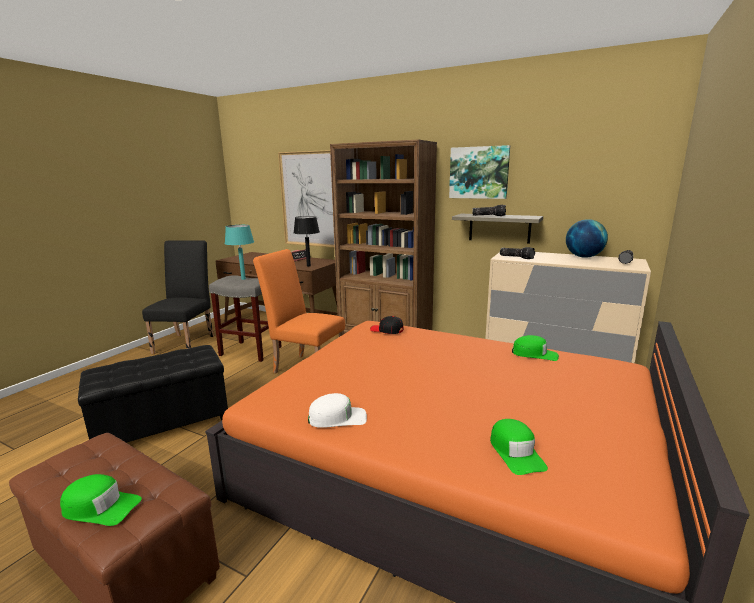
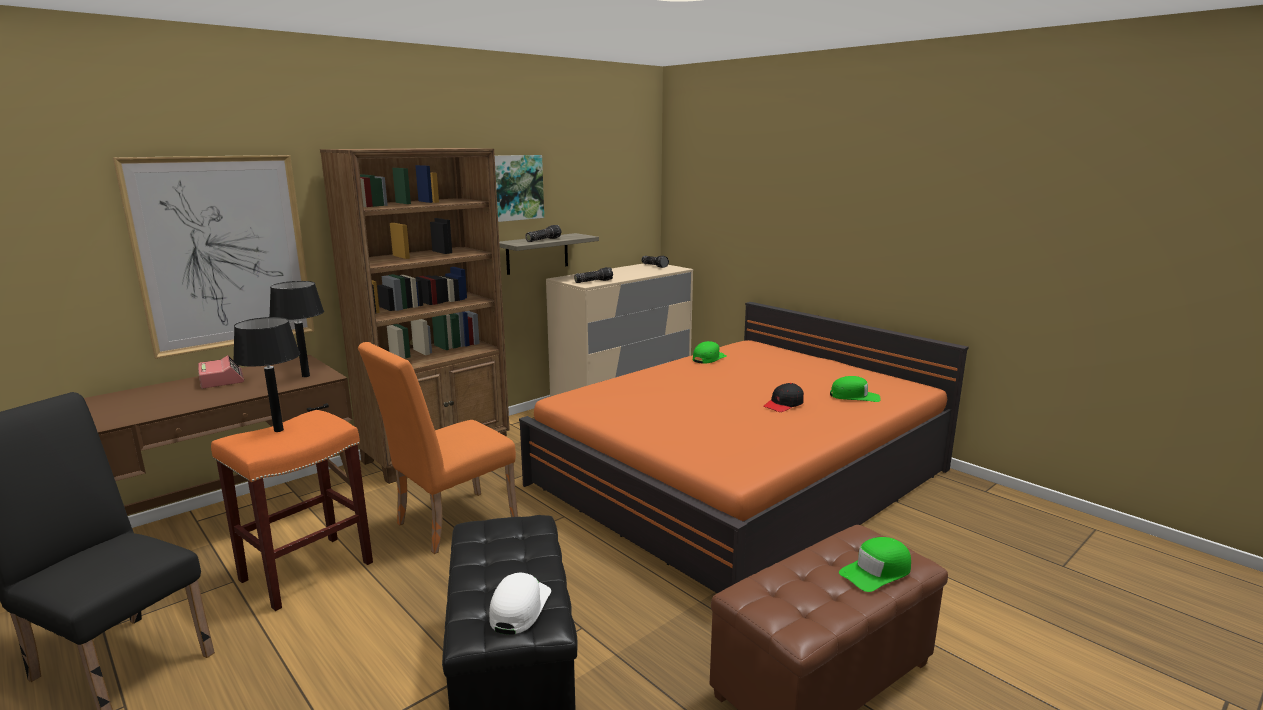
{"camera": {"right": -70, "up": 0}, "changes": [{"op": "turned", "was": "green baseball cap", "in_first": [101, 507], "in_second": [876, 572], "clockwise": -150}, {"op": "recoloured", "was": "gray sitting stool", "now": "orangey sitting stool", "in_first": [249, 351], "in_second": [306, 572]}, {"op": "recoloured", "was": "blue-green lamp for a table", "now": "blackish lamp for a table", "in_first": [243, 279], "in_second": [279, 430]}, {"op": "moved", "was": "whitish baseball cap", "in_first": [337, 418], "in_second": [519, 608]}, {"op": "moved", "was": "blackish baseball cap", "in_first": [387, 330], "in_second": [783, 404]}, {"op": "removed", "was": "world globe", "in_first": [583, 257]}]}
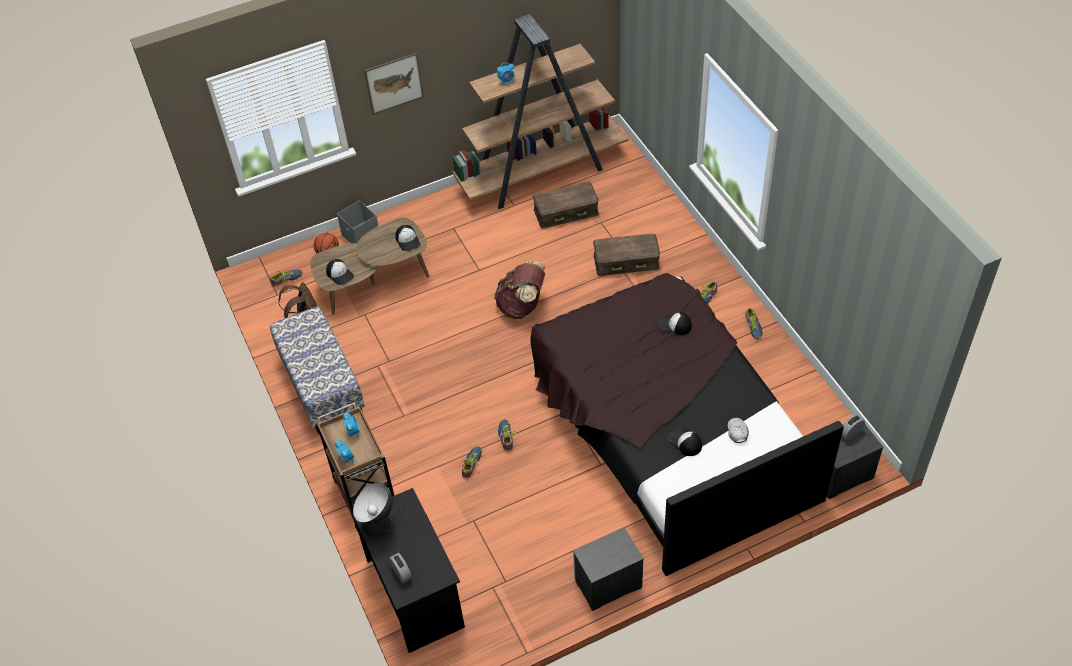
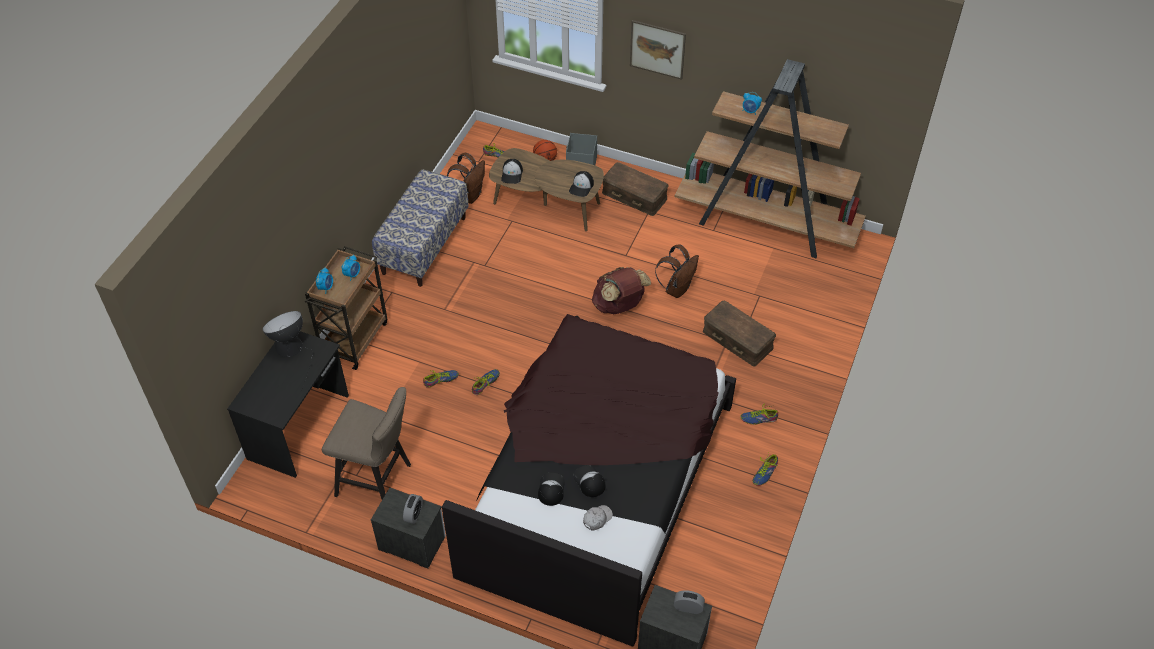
{"camera": {"right": 45, "up": 0}, "changes": [{"op": "moved", "was": "bedside clock", "in_first": [402, 573], "in_second": [414, 514]}, {"op": "moved", "was": "brownish storage container", "in_first": [565, 211], "in_second": [635, 195]}, {"op": "moved", "was": "baseball cap", "in_first": [674, 325], "in_second": [589, 481]}, {"op": "added", "now": "sand-coloured sitting stool", "in_second": [378, 480]}, {"op": "added", "now": "brownish rucksack", "in_second": [677, 288]}]}
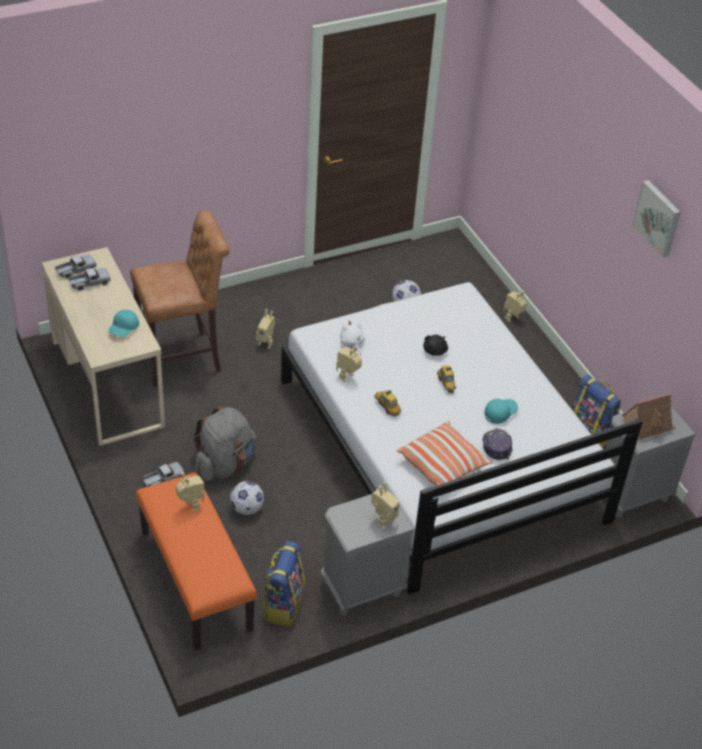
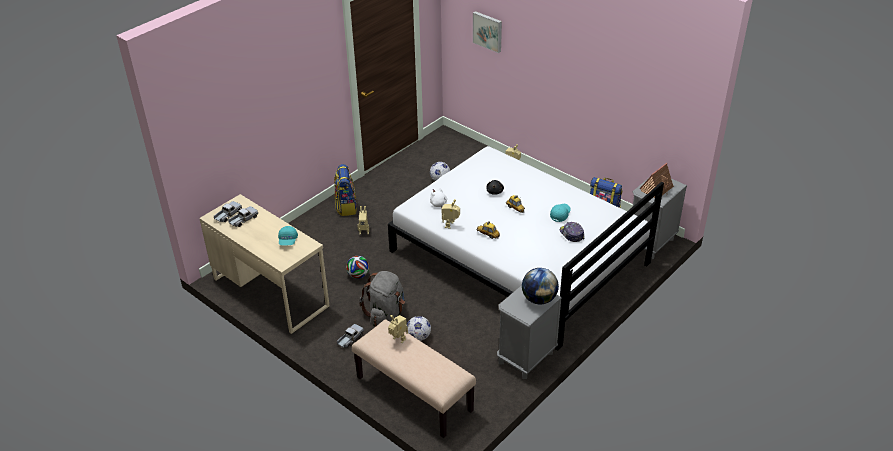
{"camera": {"right": -20, "up": -5}, "changes": [{"op": "removed", "was": "brownish sitting stool", "in_first": [184, 358]}, {"op": "recoloured", "was": "orangey indoor bench", "now": "sand-coloured indoor bench", "in_first": [194, 580], "in_second": [413, 394]}, {"op": "moved", "was": "rucksack", "in_first": [282, 604], "in_second": [346, 206]}, {"op": "replaced", "was": "model robot", "now": "world globe", "in_first": [383, 520], "in_second": [539, 299]}, {"op": "removed", "was": "pillow", "in_first": [443, 465]}, {"op": "moved", "was": "wall picture", "in_first": [658, 218], "in_second": [488, 31]}, {"op": "added", "now": "football ball", "in_second": [358, 275]}]}
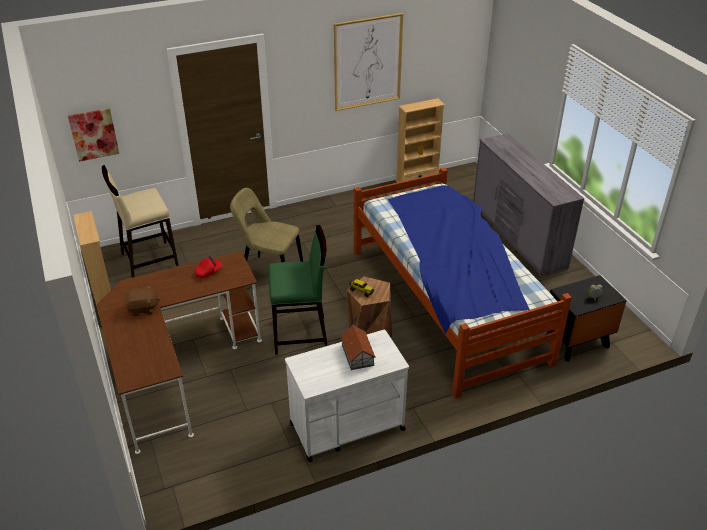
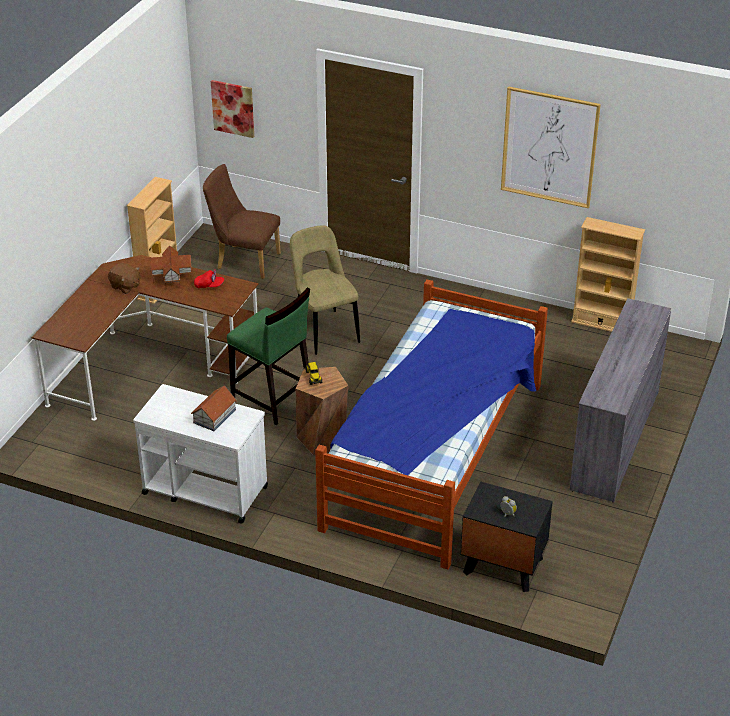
{"camera": {"right": 45, "up": 0}, "changes": [{"op": "replaced", "was": "sand-coloured sitting stool", "now": "brownish plain chair", "in_first": [148, 259], "in_second": [243, 261]}, {"op": "added", "now": "miniature house", "in_second": [171, 277]}]}
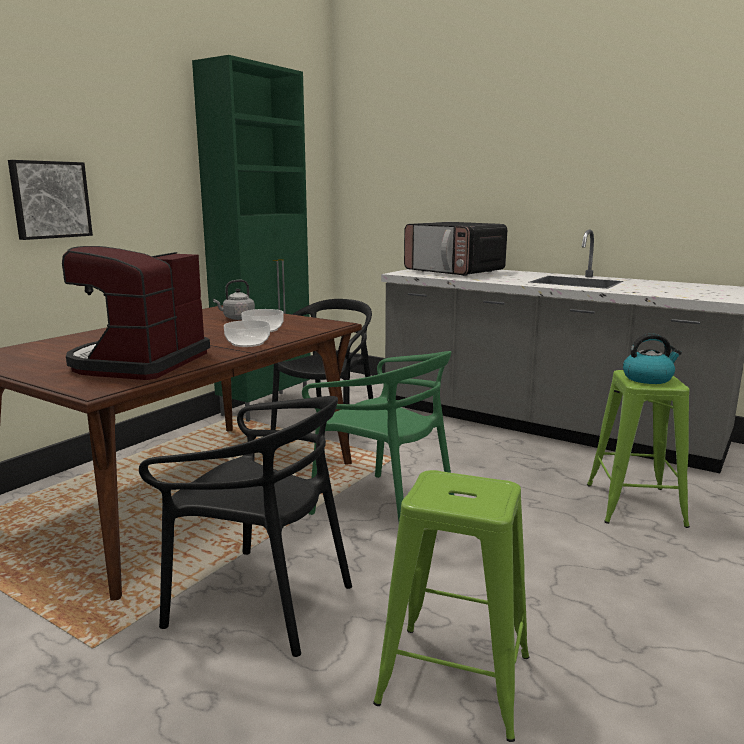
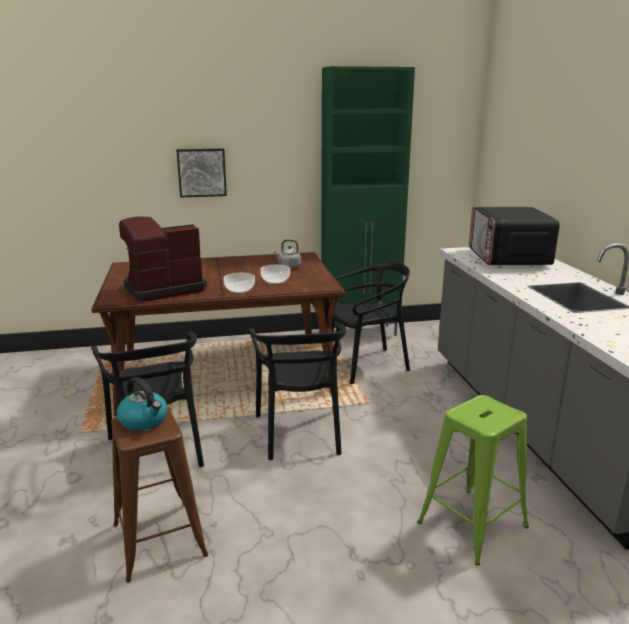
{"camera": {"right": 45, "up": 5}, "changes": [{"op": "recoloured", "was": "green plain chair", "now": "blackish plain chair", "in_first": [384, 508], "in_second": [300, 433]}, {"op": "recoloured", "was": "green sitting stool", "now": "brownish sitting stool", "in_first": [456, 680], "in_second": [159, 540]}, {"op": "moved", "was": "water kettle", "in_first": [648, 378], "in_second": [144, 421]}]}
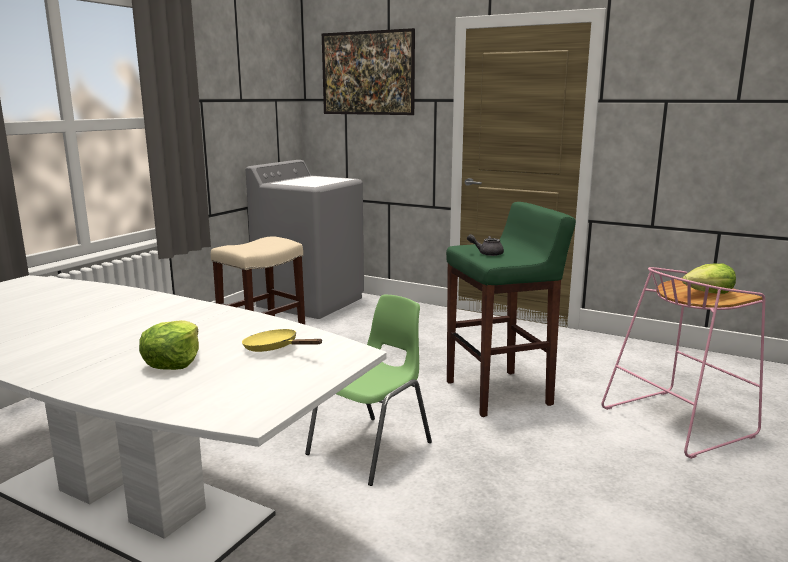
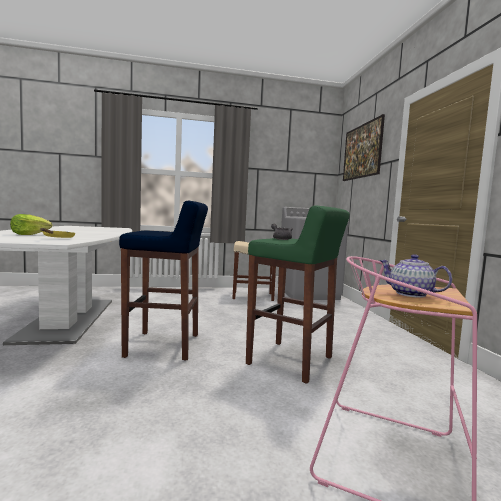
{"camera": {"right": 50, "up": -10}, "changes": [{"op": "replaced", "was": "green plain chair", "now": "blue sitting stool", "in_first": [372, 448], "in_second": [164, 346]}, {"op": "replaced", "was": "lettuce", "now": "teapot", "in_first": [708, 293], "in_second": [411, 294]}]}
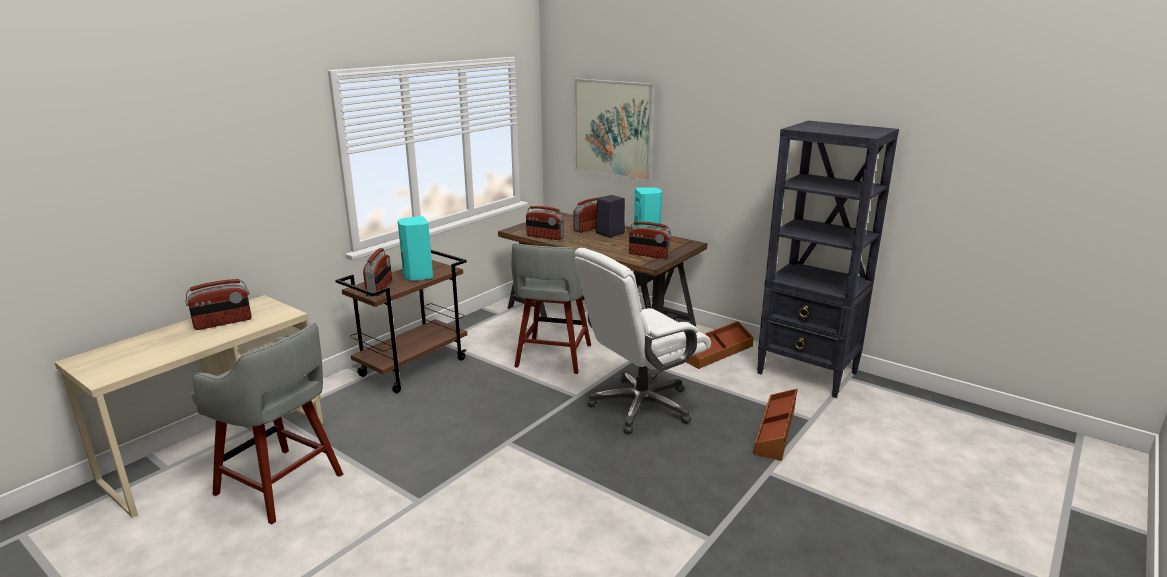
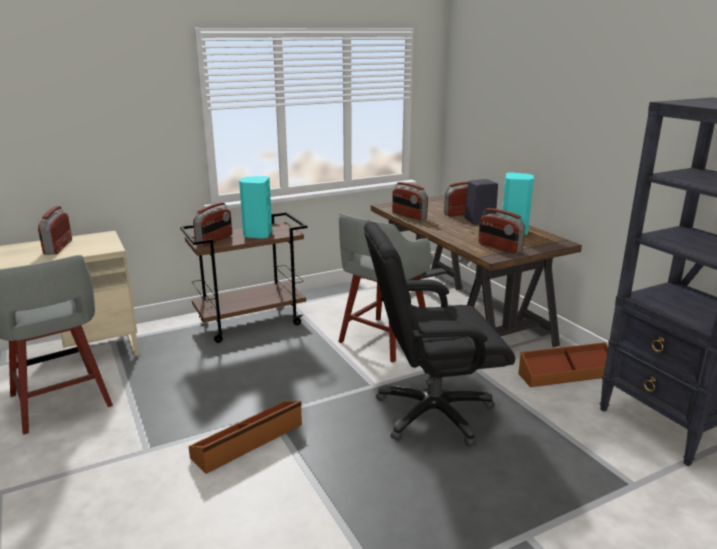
{"camera": {"right": 25, "up": 0}, "changes": [{"op": "turned", "was": "radio receiver", "in_first": [223, 323], "in_second": [57, 247], "clockwise": 90}, {"op": "removed", "was": "wall picture", "in_first": [613, 129]}, {"op": "recoloured", "was": "whitish computer chair", "now": "blackish computer chair", "in_first": [640, 406], "in_second": [432, 413]}, {"op": "moved", "was": "brownish storage container", "in_first": [776, 431], "in_second": [249, 441]}]}
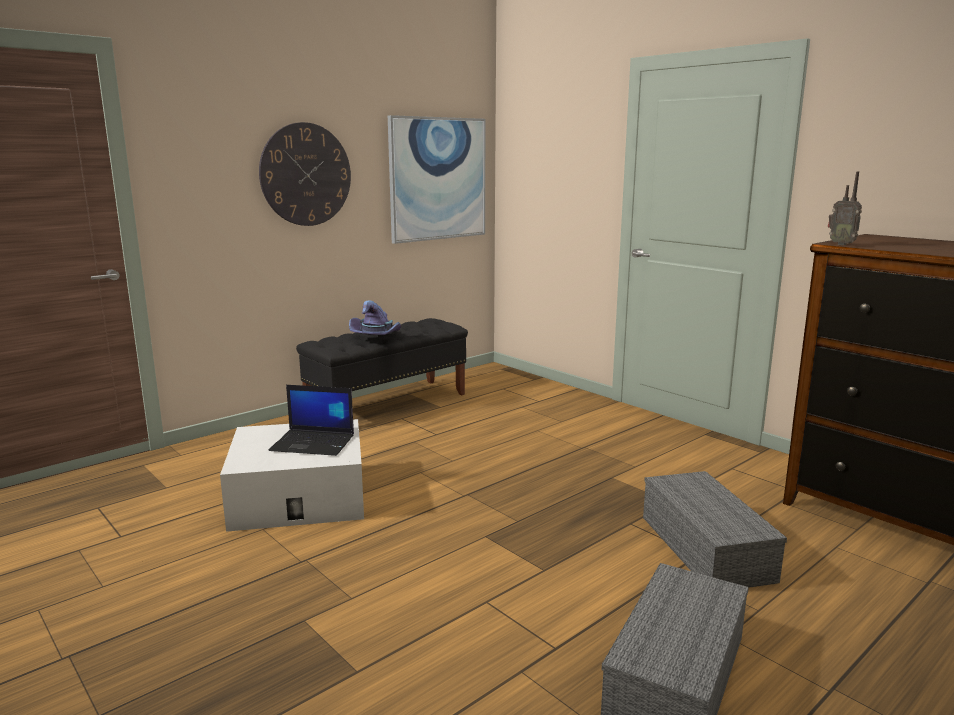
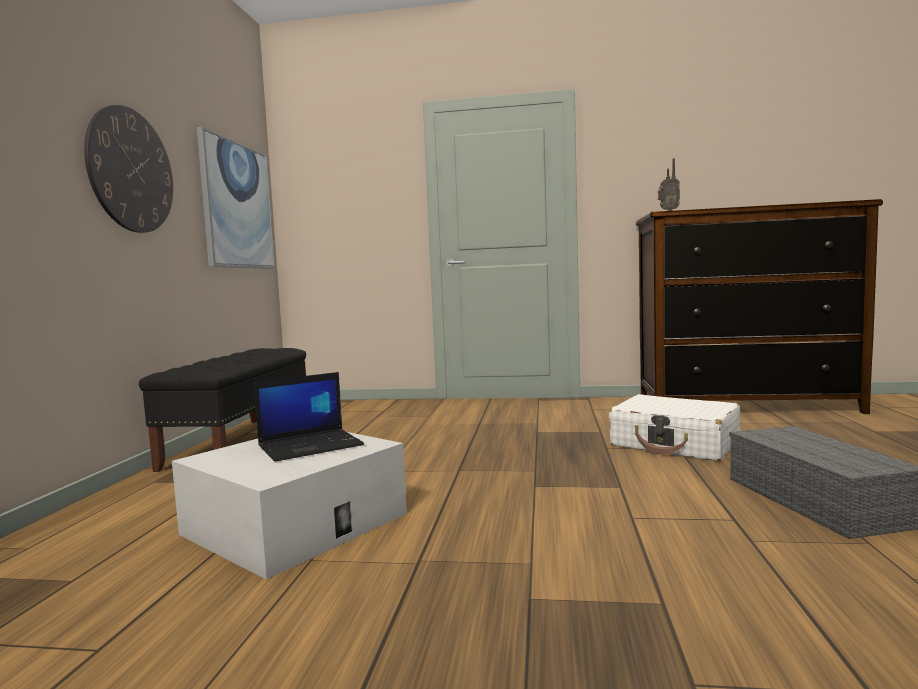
{"camera": {"right": -40, "up": -10}, "changes": [{"op": "removed", "was": "purple clothing hat", "in_first": [377, 337]}, {"op": "replaced", "was": "gray storage container", "now": "whitish piece of luggage", "in_first": [708, 548], "in_second": [675, 443]}]}
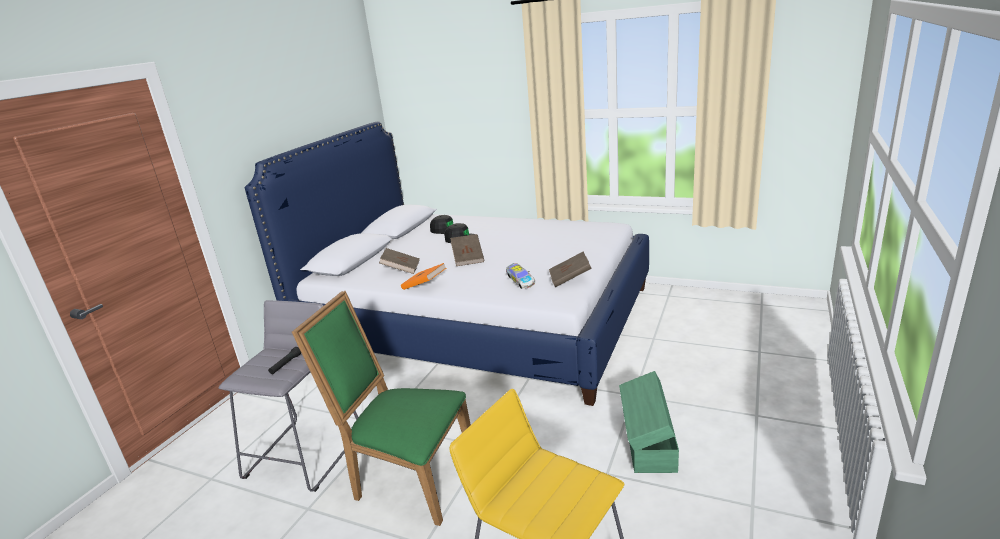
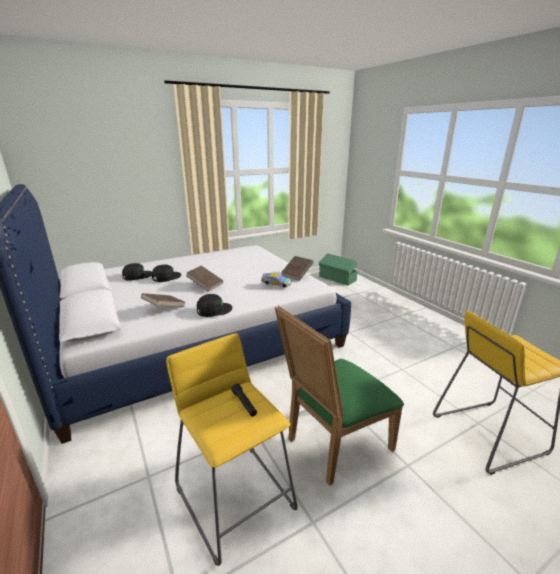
{"camera": {"right": -55, "up": 0}, "changes": [{"op": "recoloured", "was": "gray sitting stool", "now": "yellowish sitting stool", "in_first": [305, 454], "in_second": [235, 497]}, {"op": "replaced", "was": "orangey bound book", "now": "blackish baseball cap", "in_first": [425, 286], "in_second": [214, 310]}, {"op": "moved", "was": "green storage container", "in_first": [648, 442], "in_second": [337, 279]}]}
